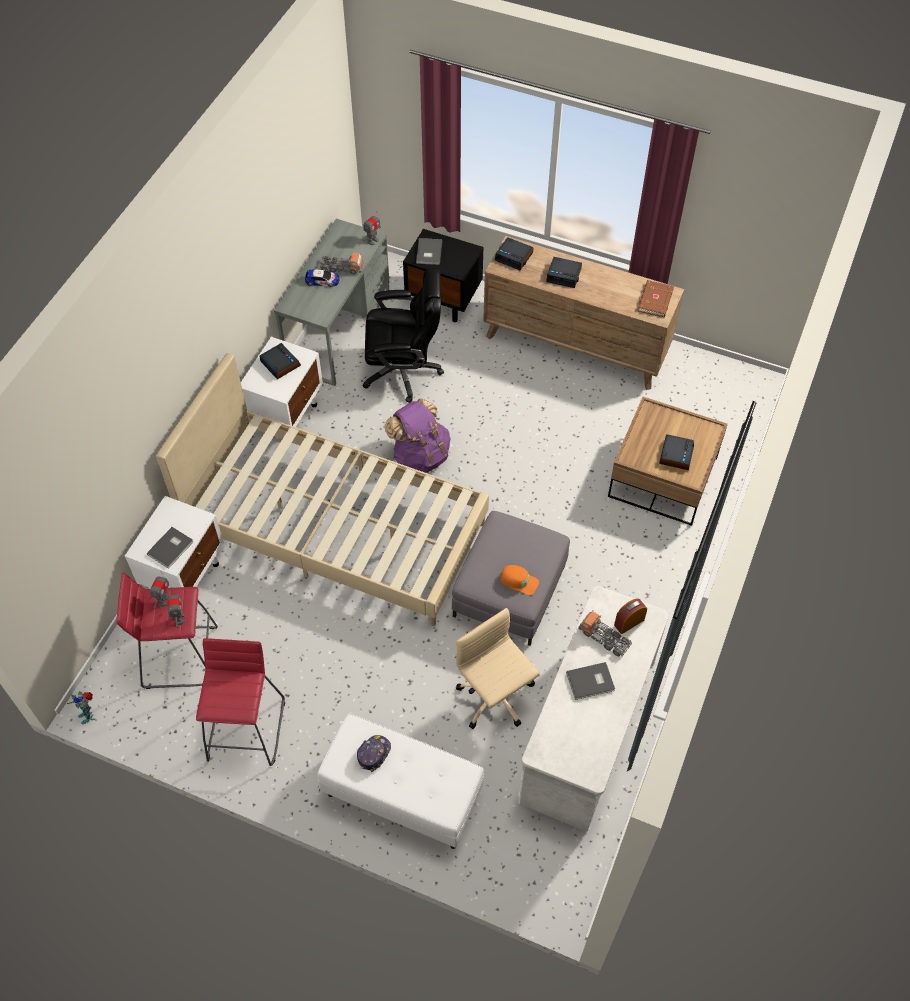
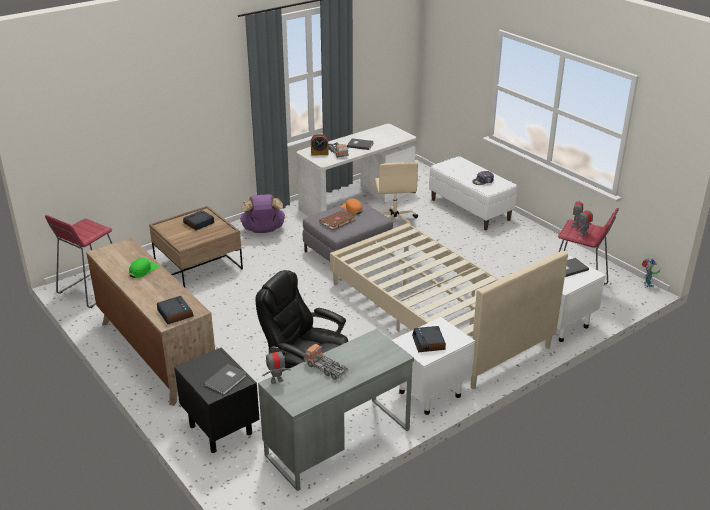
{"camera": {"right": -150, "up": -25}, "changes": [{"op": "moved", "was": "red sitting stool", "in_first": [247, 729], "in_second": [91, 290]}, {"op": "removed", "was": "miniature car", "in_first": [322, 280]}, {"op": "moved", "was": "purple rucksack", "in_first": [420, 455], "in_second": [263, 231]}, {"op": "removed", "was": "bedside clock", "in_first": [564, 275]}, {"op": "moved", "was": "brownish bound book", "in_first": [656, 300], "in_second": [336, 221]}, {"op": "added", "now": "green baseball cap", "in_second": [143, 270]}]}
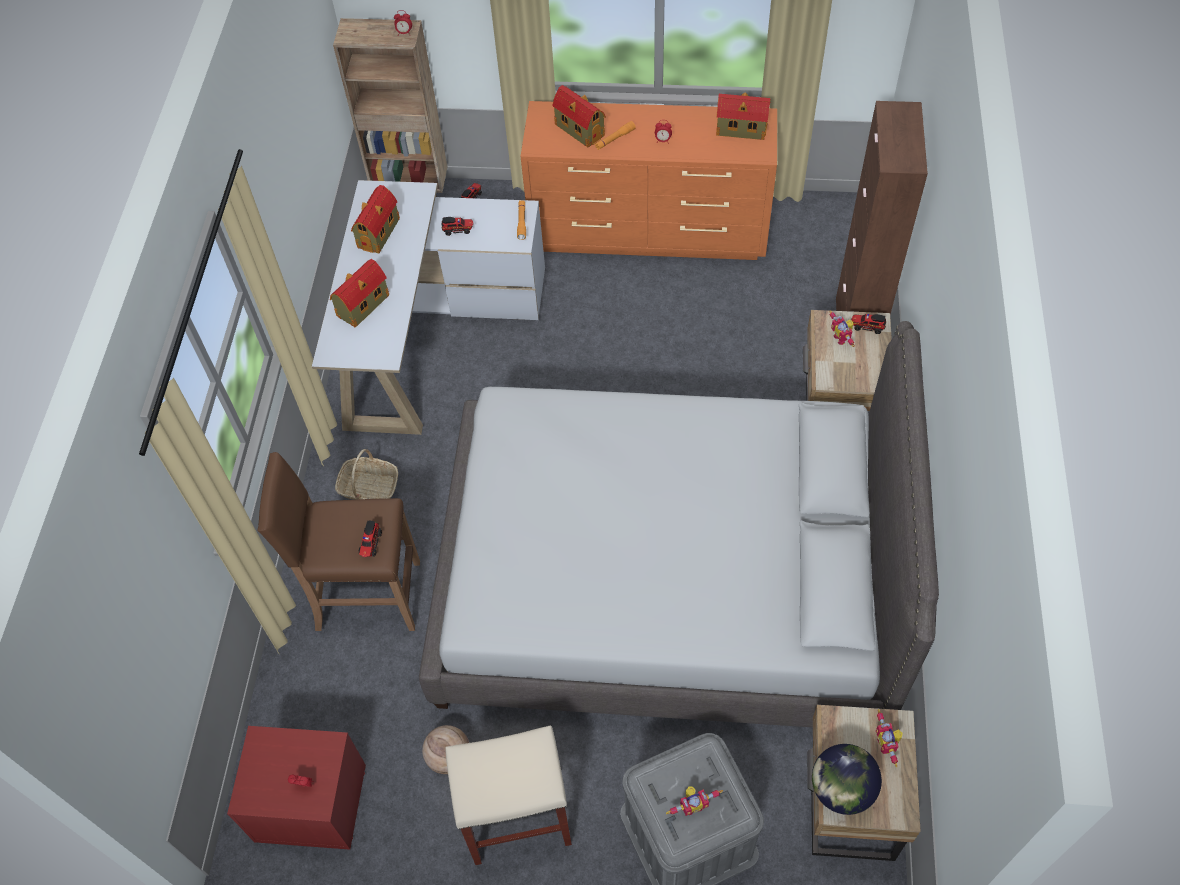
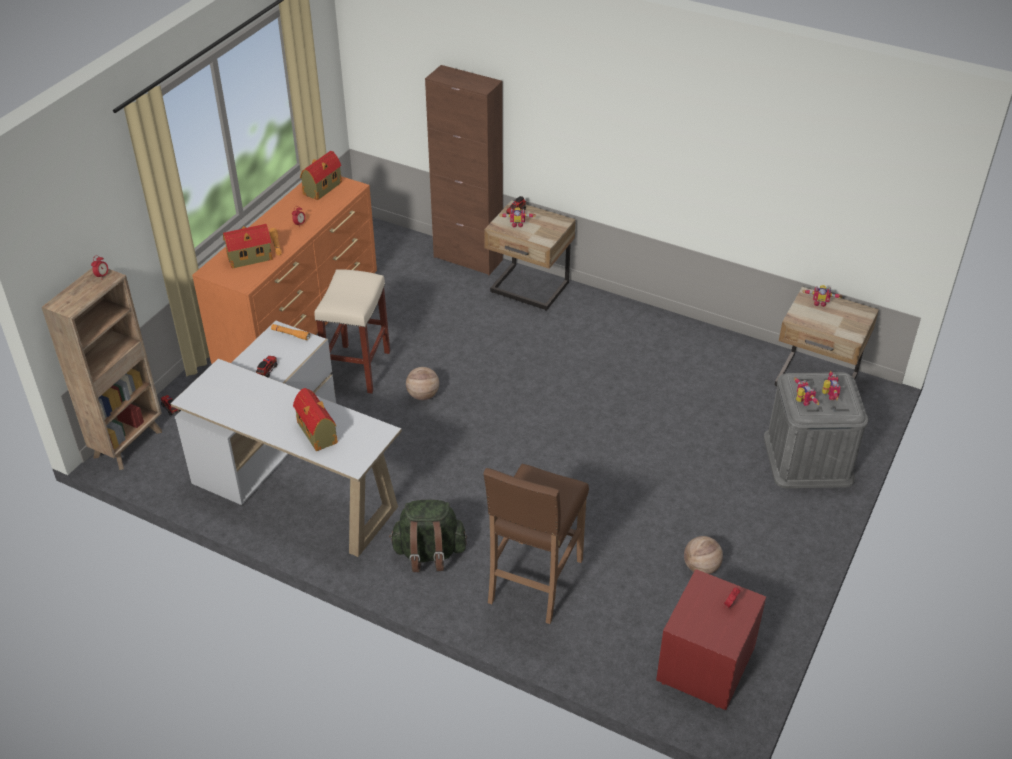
{"camera": {"right": -70, "up": -15}, "changes": [{"op": "replaced", "was": "basket", "now": "green rucksack", "in_first": [369, 487], "in_second": [429, 553]}, {"op": "removed", "was": "miniature house", "in_first": [379, 232]}, {"op": "removed", "was": "toy truck", "in_first": [370, 544]}, {"op": "removed", "was": "gray bedroom bed", "in_first": [665, 582]}, {"op": "moved", "was": "sand-coloured sitting stool", "in_first": [516, 820], "in_second": [358, 369]}, {"op": "removed", "was": "world globe", "in_first": [841, 789]}, {"op": "added", "now": "basketball ball", "in_second": [423, 395]}, {"op": "added", "now": "model robot", "in_second": [802, 402]}]}
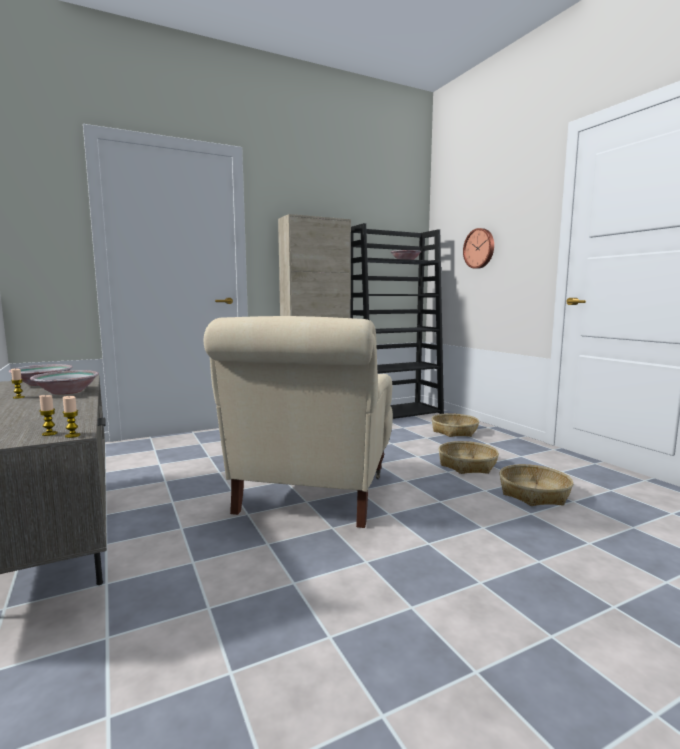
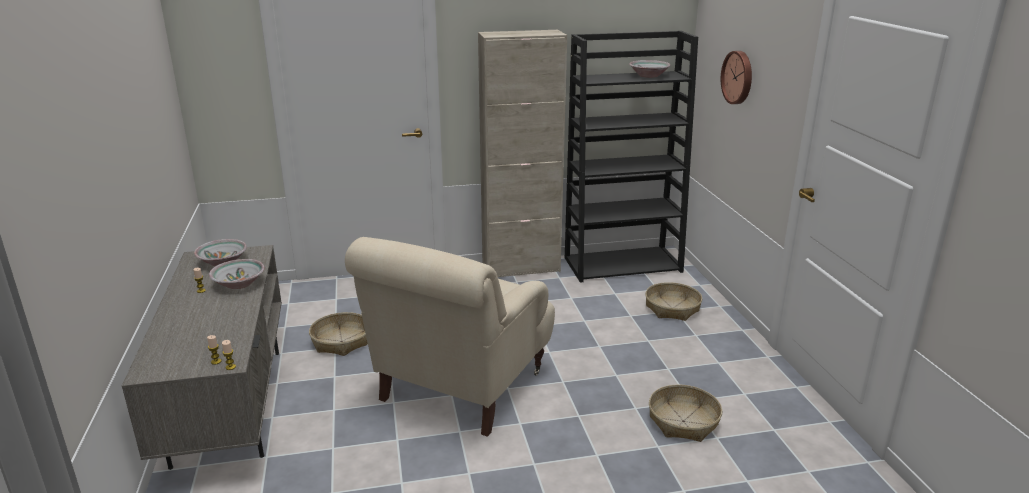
{"camera": {"right": 15, "up": 15}, "changes": [{"op": "moved", "was": "basket", "in_first": [467, 465], "in_second": [341, 341]}]}
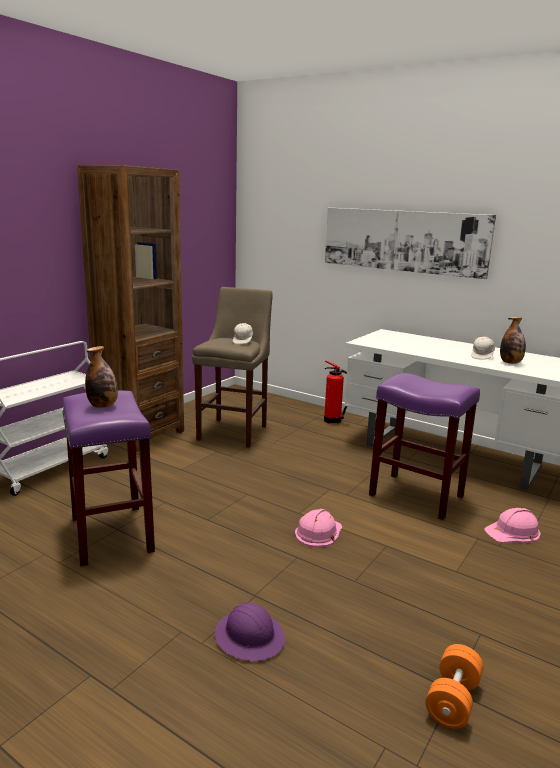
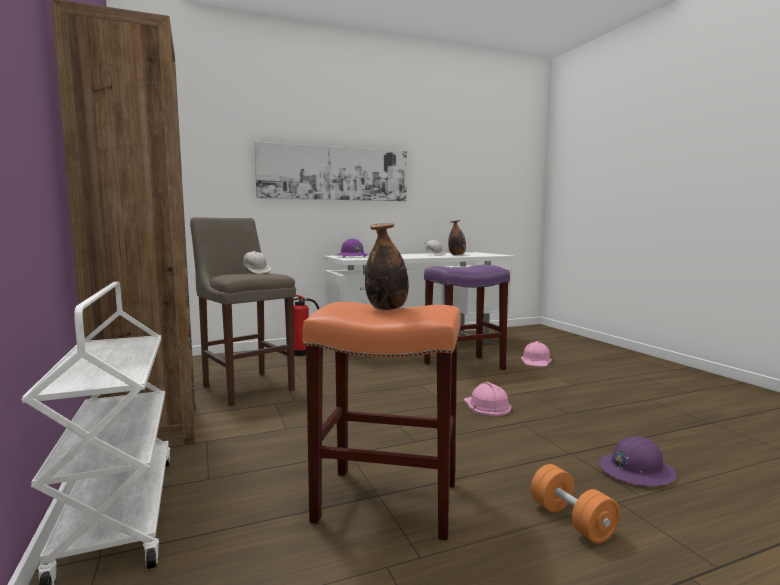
{"camera": {"right": -55, "up": -10}, "changes": [{"op": "recoloured", "was": "purple sitting stool", "now": "orangey sitting stool", "in_first": [112, 535], "in_second": [389, 501]}, {"op": "moved", "was": "orangey free weight", "in_first": [452, 700], "in_second": [571, 521]}, {"op": "added", "now": "purple hard hat", "in_second": [352, 256]}]}
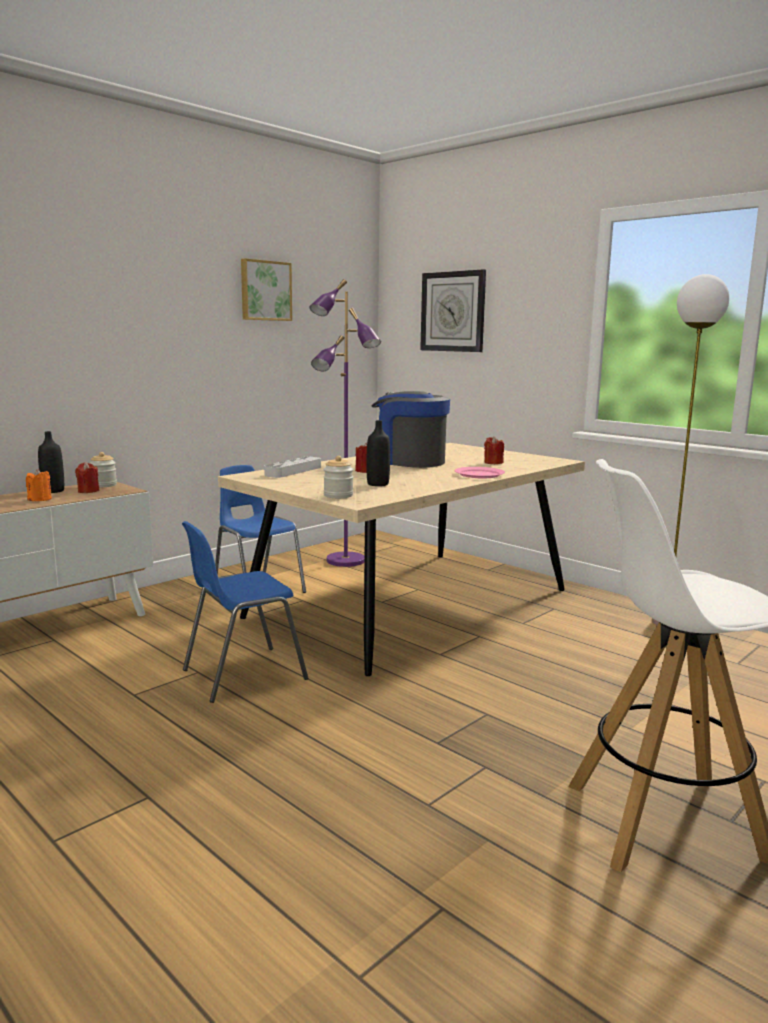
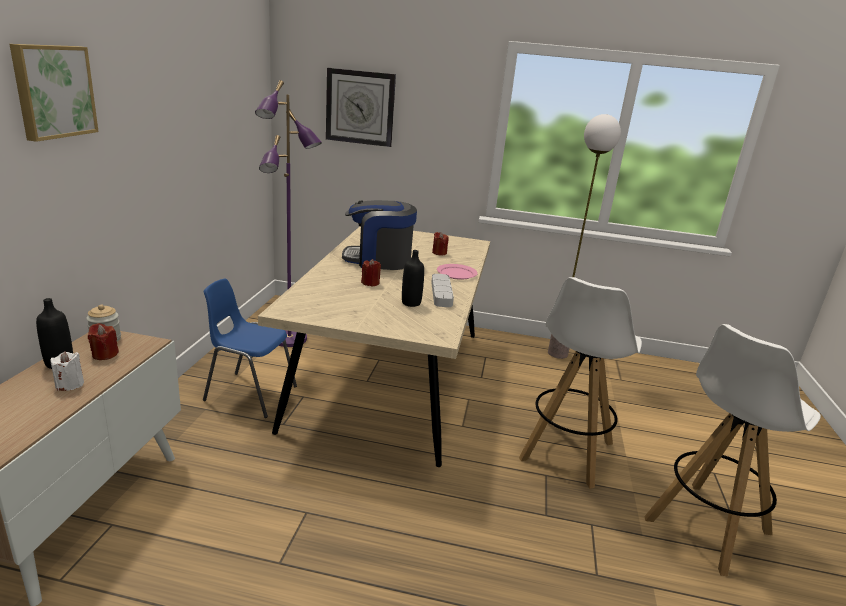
{"camera": {"right": -35, "up": 10}, "changes": [{"op": "recoloured", "was": "orangey wax candle", "now": "whitish wax candle", "in_first": [40, 499], "in_second": [69, 384]}, {"op": "removed", "was": "blue plain chair", "in_first": [242, 674]}, {"op": "moved", "was": "wall picture", "in_first": [265, 290], "in_second": [53, 91]}, {"op": "moved", "was": "gray carrying tray", "in_first": [293, 471], "in_second": [441, 293]}, {"op": "removed", "was": "preserve jar", "in_first": [338, 495]}, {"op": "added", "now": "whitish sitting stool", "in_second": [566, 451]}]}
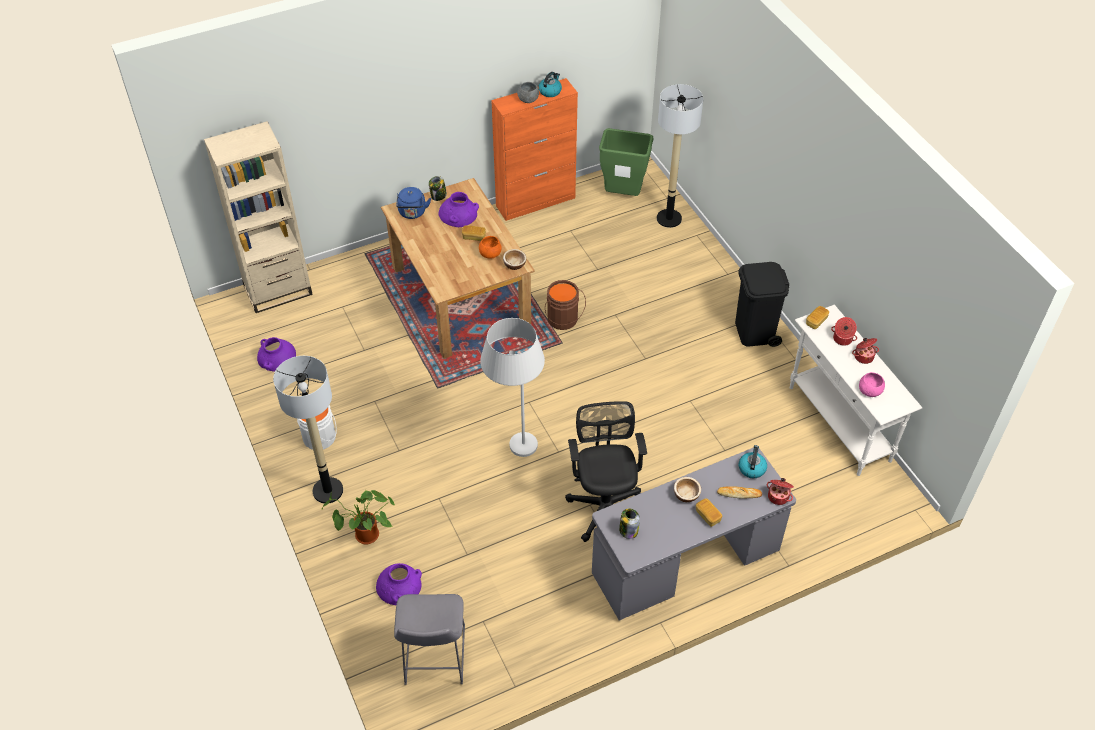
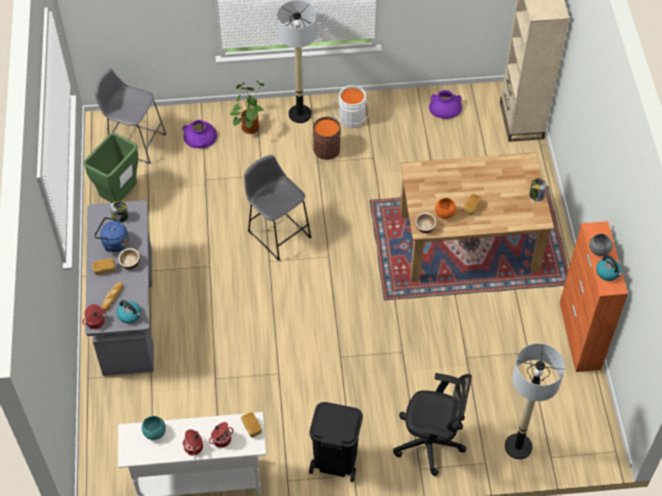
{"camera": {"right": 110, "up": 5}, "changes": [{"op": "moved", "was": "blue water kettle", "in_first": [412, 213], "in_second": [113, 243]}, {"op": "removed", "was": "purple vase", "in_first": [458, 214]}, {"op": "replaced", "was": "whitish standing lamp", "now": "gray sitting stool", "in_first": [515, 456], "in_second": [277, 232]}, {"op": "moved", "was": "brownish bucket", "in_first": [563, 320], "in_second": [325, 150]}, {"op": "moved", "was": "blackish computer chair", "in_first": [604, 505], "in_second": [431, 443]}, {"op": "moved", "was": "green trash can", "in_first": [623, 195], "in_second": [119, 197]}, {"op": "recoloured", "was": "pink deep dish", "now": "blue-green deep dish", "in_first": [869, 391], "in_second": [155, 432]}]}
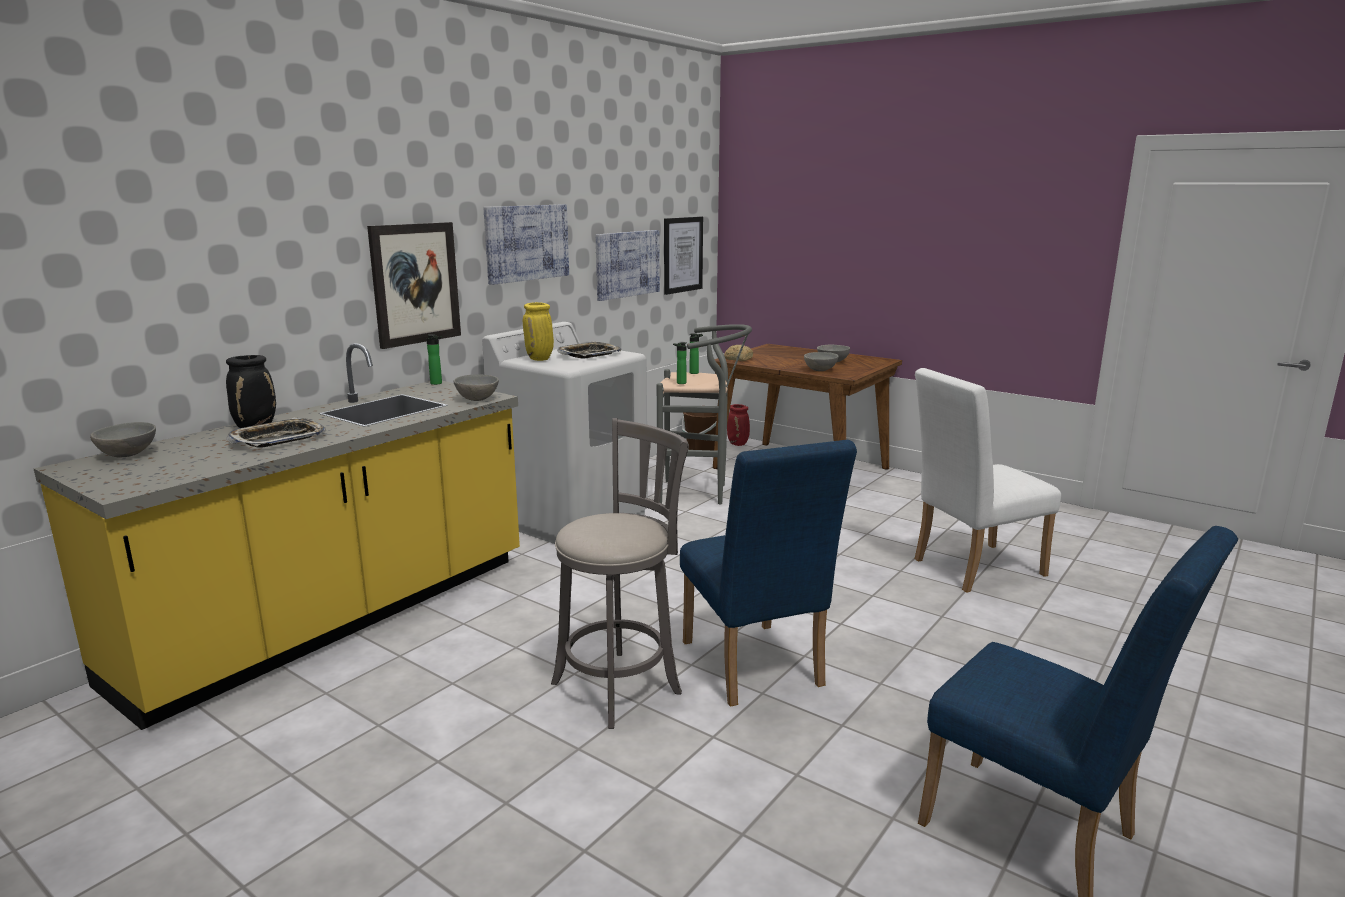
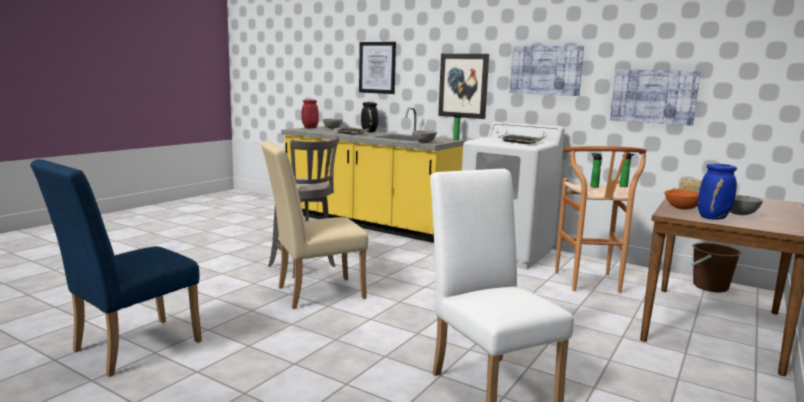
{"camera": {"right": 85, "up": -5}, "changes": [{"op": "removed", "was": "yellowish vase", "in_first": [540, 359]}, {"op": "recoloured", "was": "gray sitting stool", "now": "brownish sitting stool", "in_first": [700, 493], "in_second": [591, 284]}, {"op": "moved", "was": "wall picture", "in_first": [682, 254], "in_second": [377, 67]}, {"op": "recoloured", "was": "blue plain chair", "now": "sand-coloured plain chair", "in_first": [755, 669], "in_second": [313, 293]}, {"op": "moved", "was": "red vase", "in_first": [738, 444], "in_second": [310, 128]}, {"op": "recoloured", "was": "gray deep dish", "now": "orangey deep dish", "in_first": [820, 370], "in_second": [682, 209]}, {"op": "added", "now": "blue vase", "in_second": [713, 218]}]}
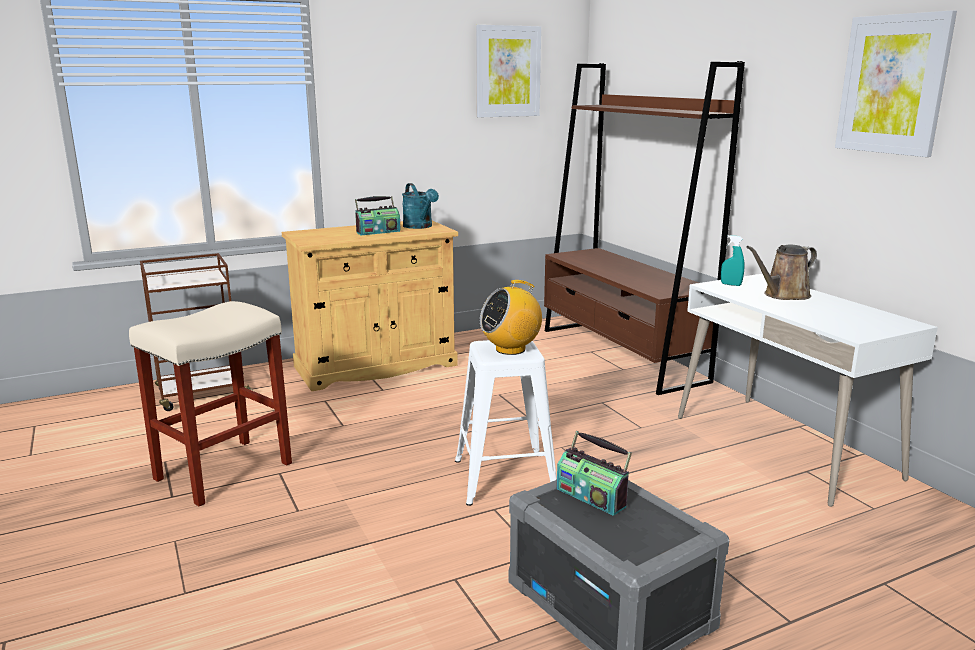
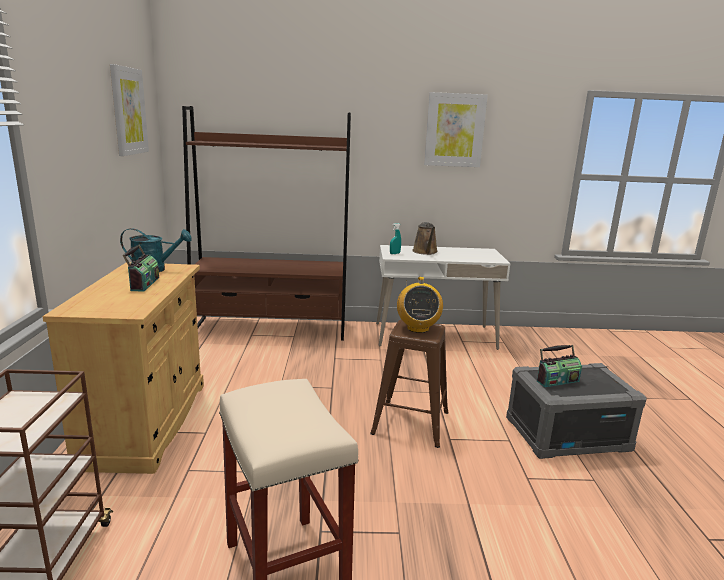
{"camera": {"right": -65, "up": 0}, "changes": [{"op": "recoloured", "was": "whitish sitting stool", "now": "brownish sitting stool", "in_first": [506, 478], "in_second": [412, 422]}]}
